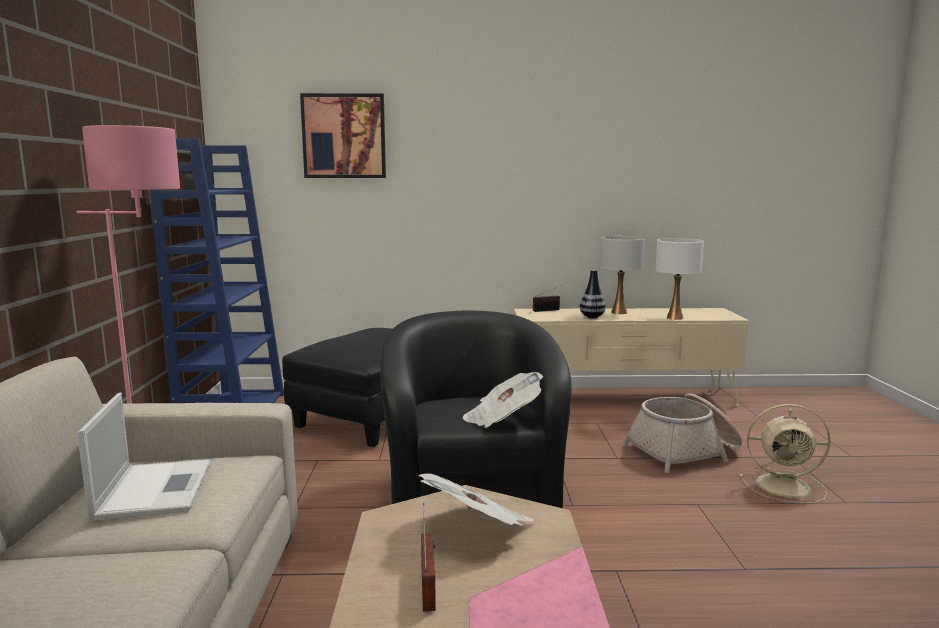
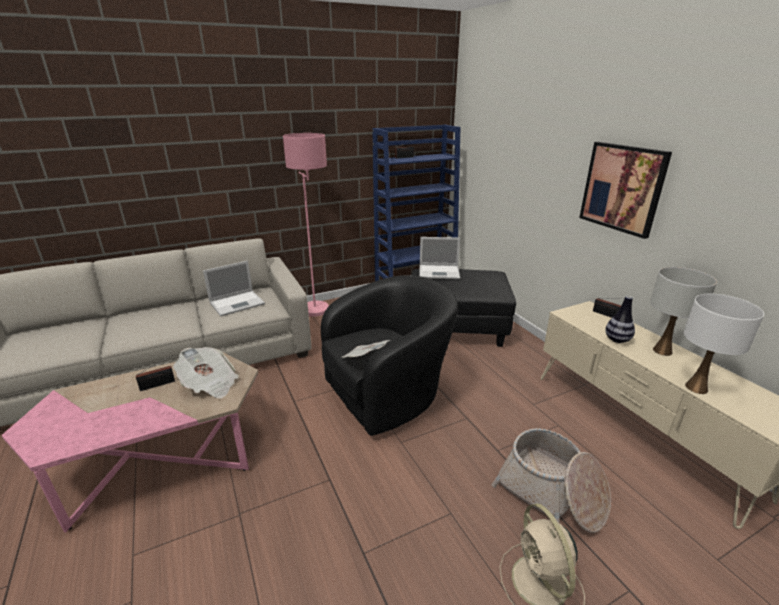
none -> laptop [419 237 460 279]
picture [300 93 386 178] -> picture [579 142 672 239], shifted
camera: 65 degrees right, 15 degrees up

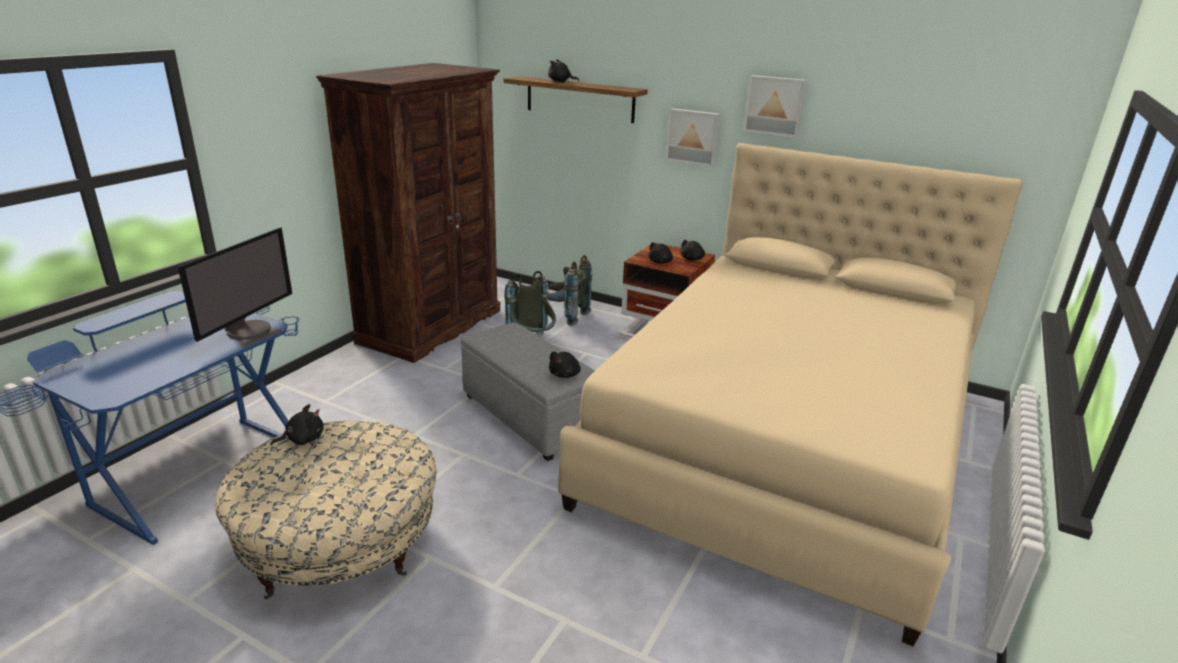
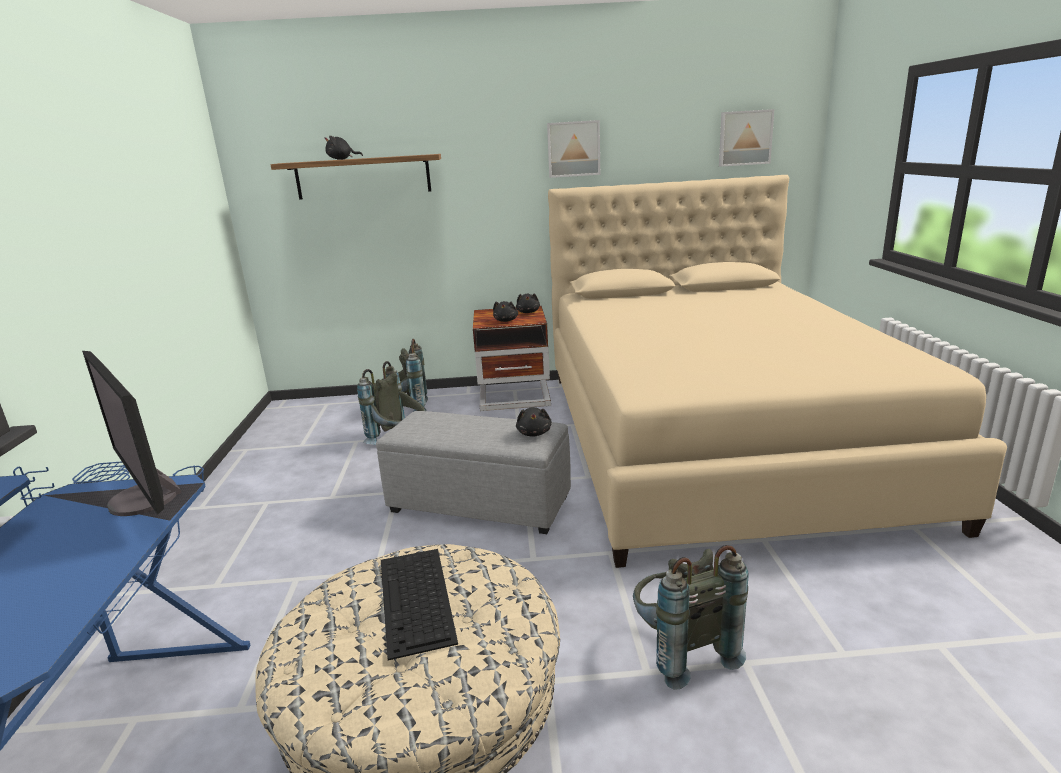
monitor [178 227 292 342] -> monitor [82 351 182 516], 150 degrees clockwise
none -> keyboard [381 549 458 660]
none -> grey backpack [633 545 749 690]
picture [666 108 720 167] -> picture [719 109 774 167], shifted
black plush toy [270 404 324 446] -> none
brown wardrobe [316 63 500 363] -> none
camera: 30 degrees left, 5 degrees down

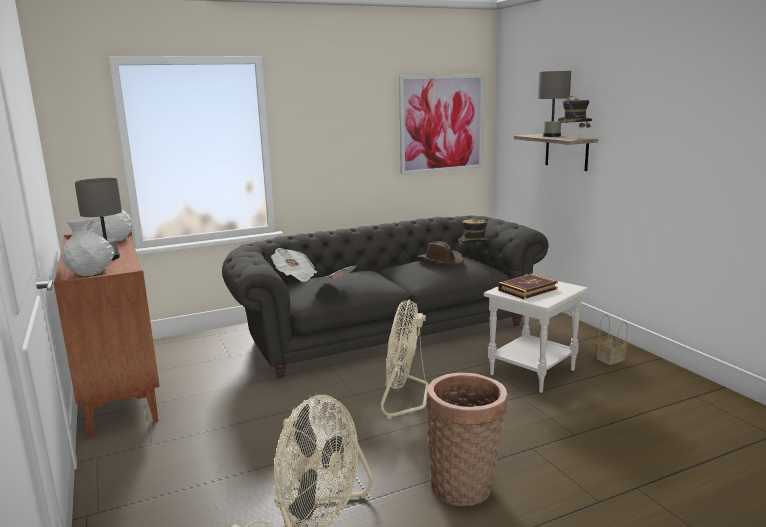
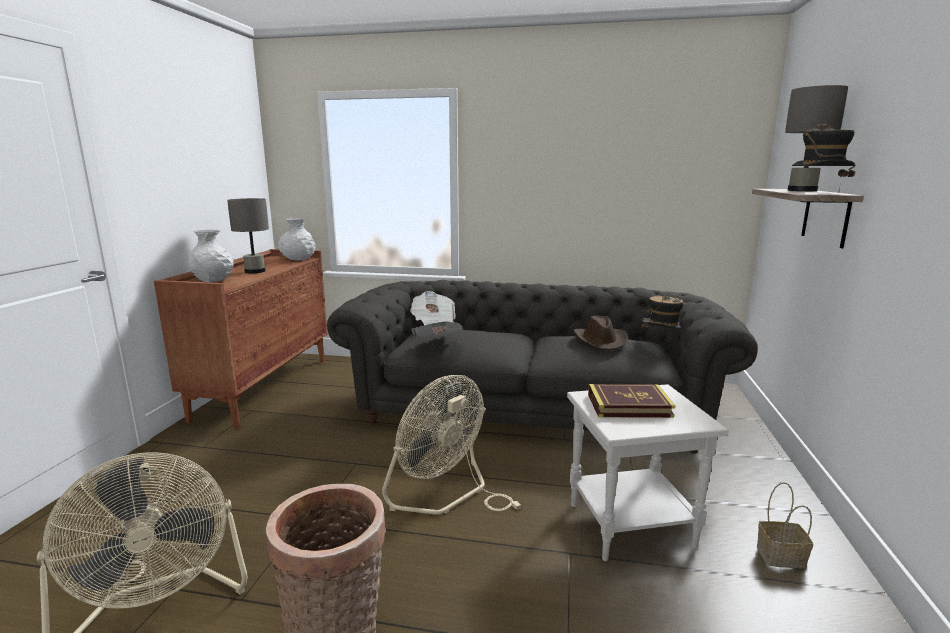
picture [399 74 484 175] -> none
camera: 35 degrees right, 0 degrees up

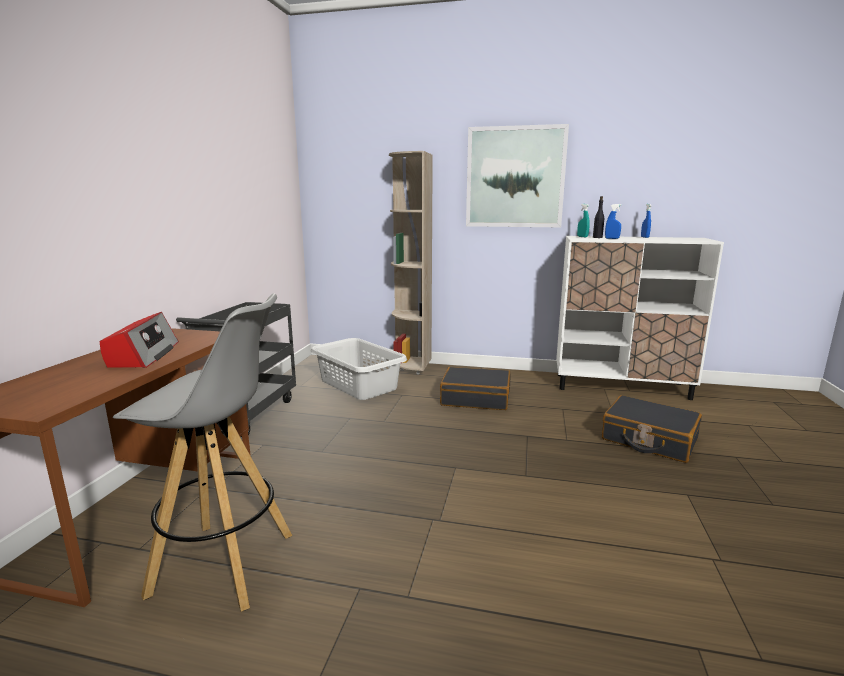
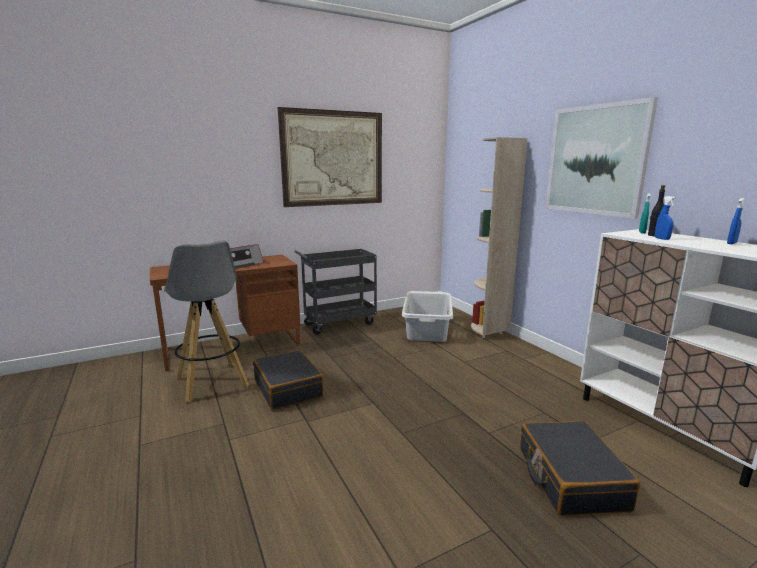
black suitcase [440 367 510 410] -> black suitcase [253 350 324 410], shifted
none -> picture [278 107 382 207]
camera: 50 degrees right, 0 degrees up

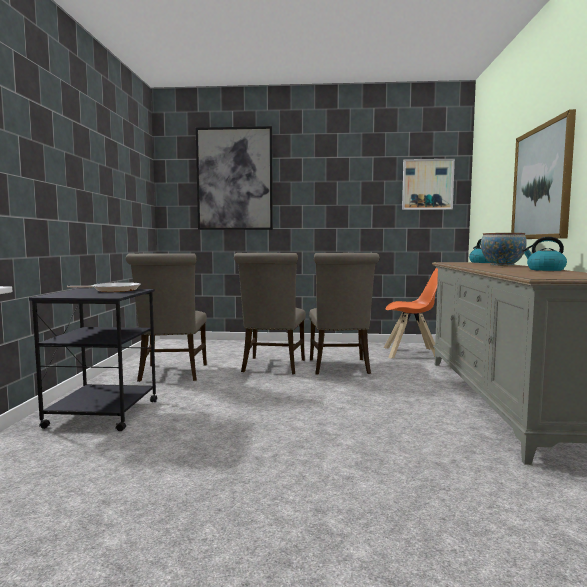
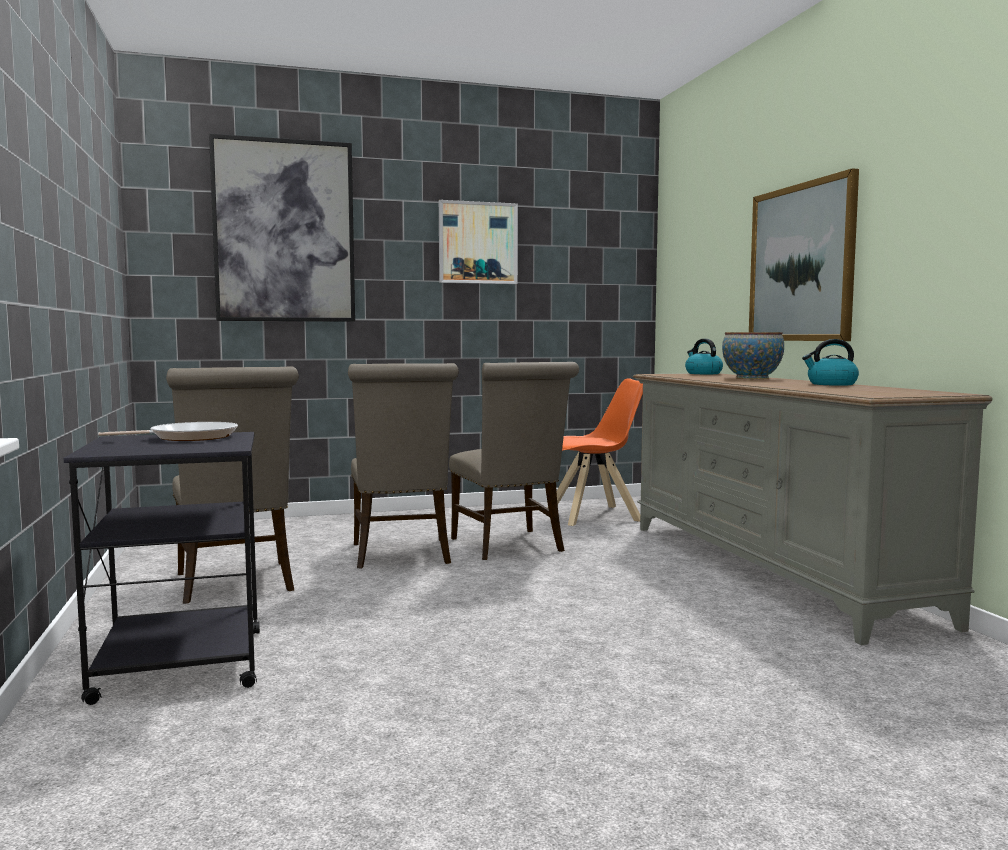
picture [402 159 455 210] -> picture [439 200 518 284], shifted
camera: 20 degrees left, 0 degrees up

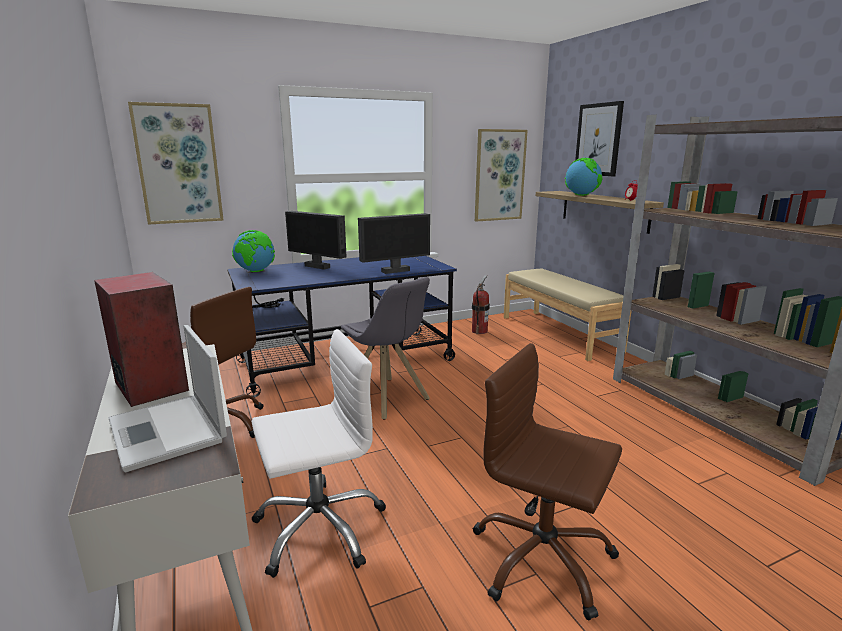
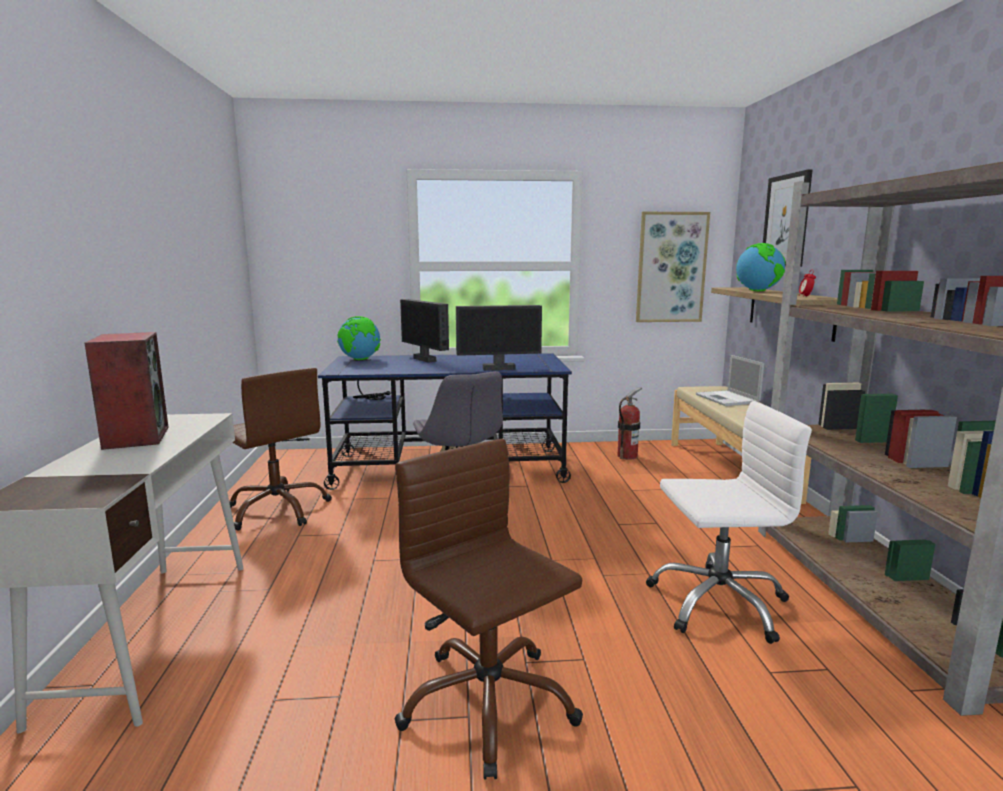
white office chair [252 329 386 578] -> white office chair [646 401 812 644], shifted
laptop [108 325 227 473] -> laptop [696 355 764 406], shifted
picture [128 102 224 225] -> none
camera: 20 degrees right, 5 degrees down

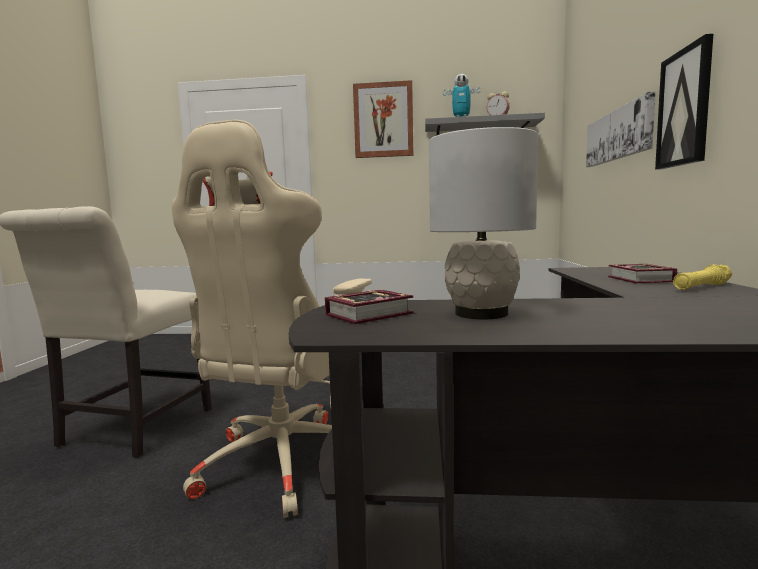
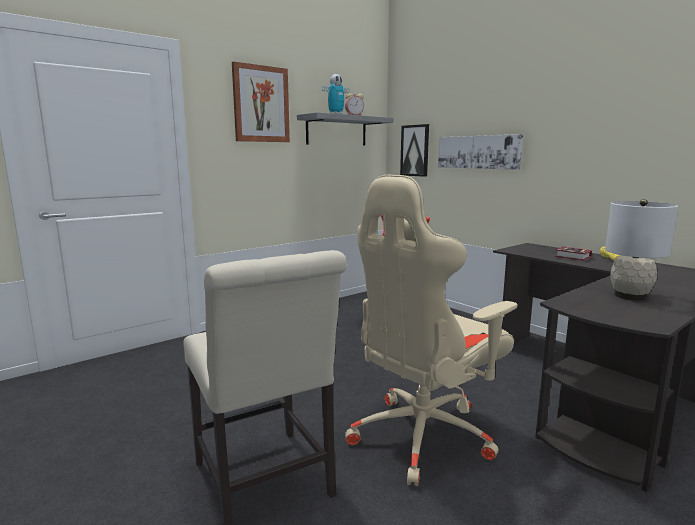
beige office chair [172 120 372 518] -> beige office chair [345 175 517 486], 75 degrees clockwise
picture [655 34 713 170] -> picture [400 124 429 177], shifted
book [325 290 414 324] -> none
camera: 45 degrees left, 5 degrees up

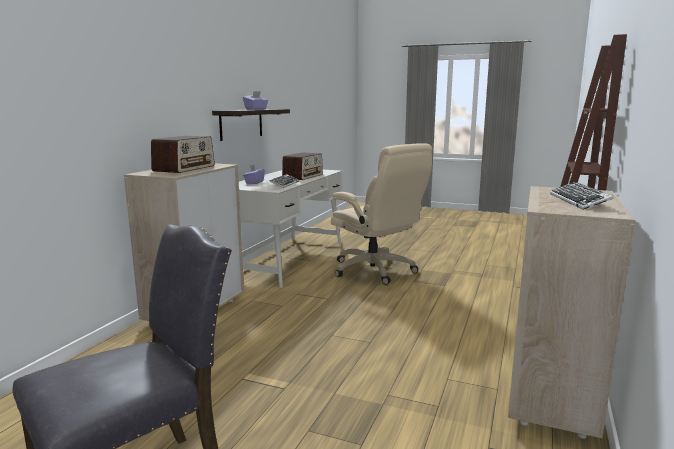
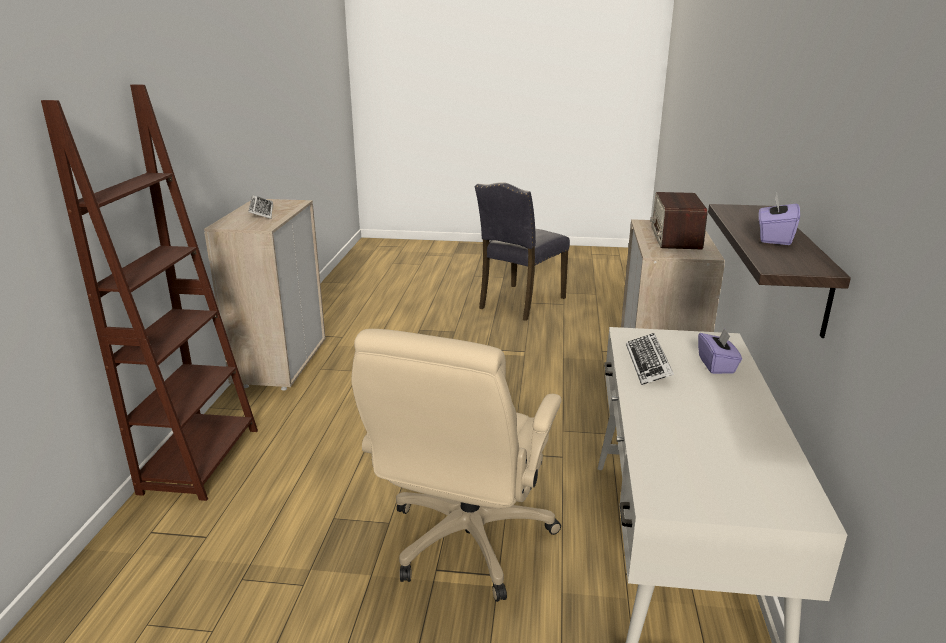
beige office chair [331 143 432 285] -> beige office chair [351 329 562 602], 105 degrees counterclockwise
radio [282 152 323 180] -> none
camera: 165 degrees right, 10 degrees up

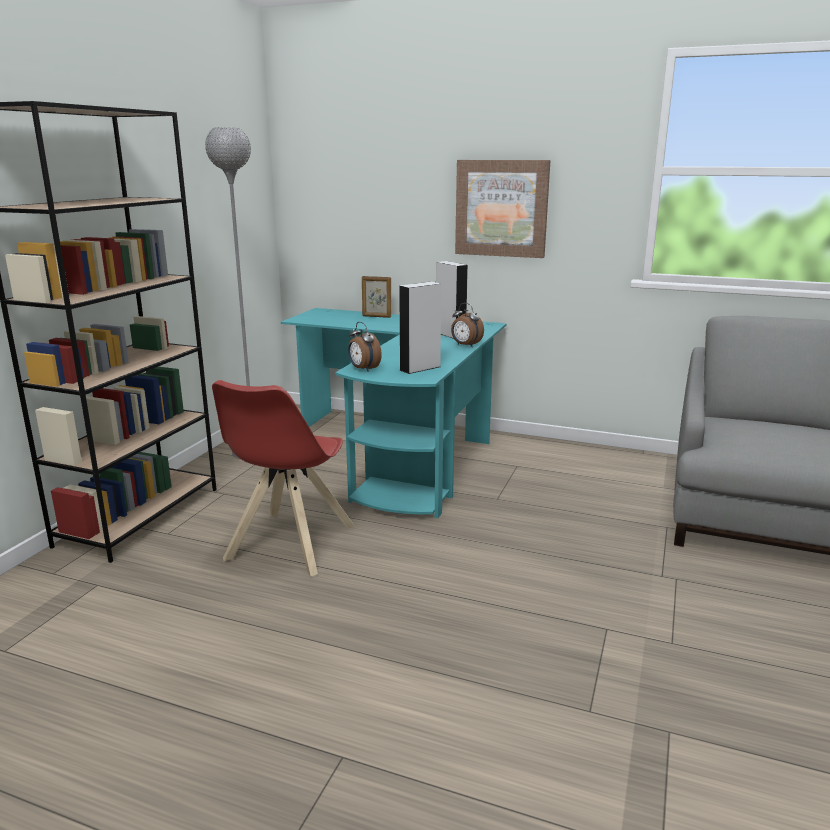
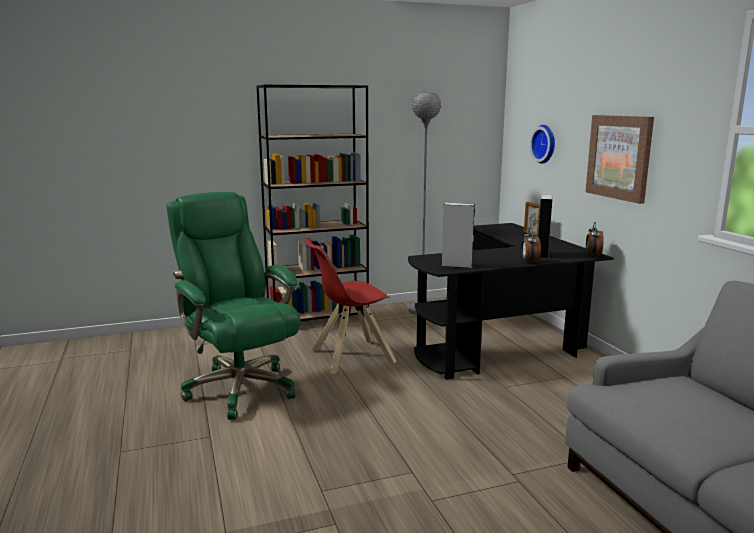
none -> green office chair [167 192 301 420]
turquoise desk [281 308 506 518] -> black desk [408 223 614 380]
none -> wall clock [530 125 555 164]
alarm clock [348 322 382 372] -> alarm clock [586 222 604 257], shifted
camera: 50 degrees right, 5 degrees down

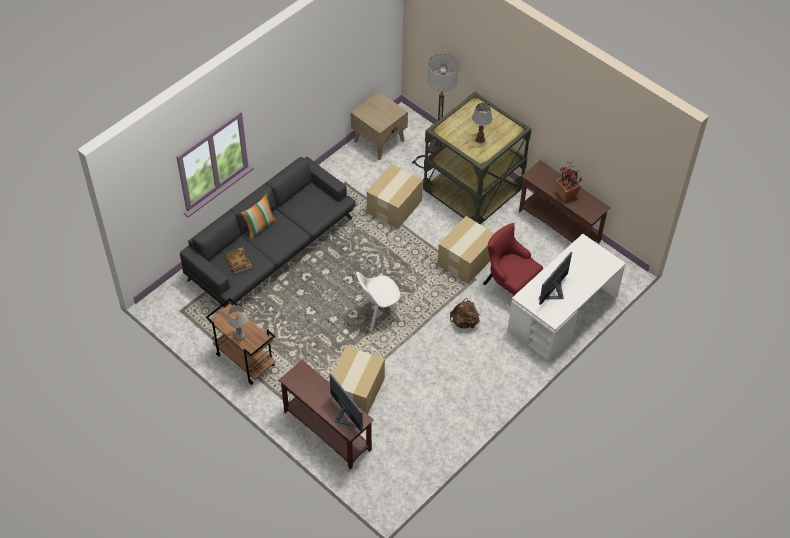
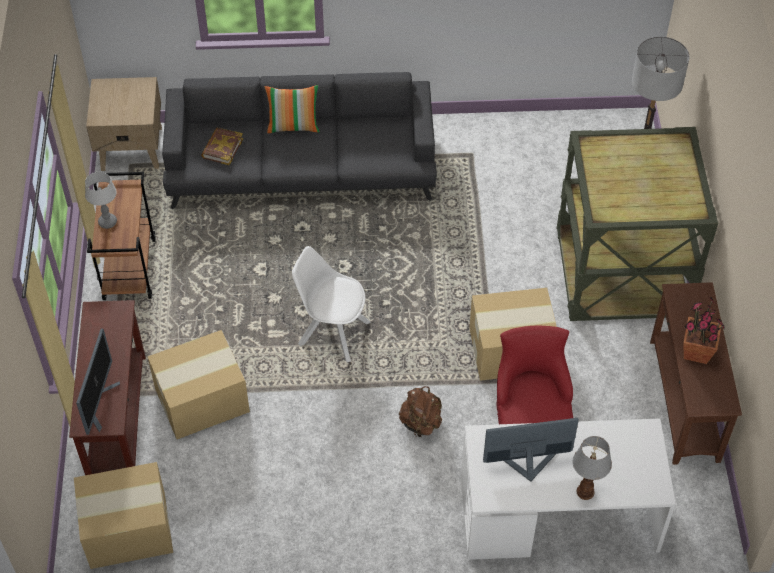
cardboard box [367 164 423 229] -> cardboard box [74 462 173 569], shifted
beige nightstand [351 92 408 160] -> beige nightstand [86 77 162 171], shifted
table lamp [472 103 492 143] -> table lamp [573 436 612 500], shifted
camera: 45 degrees right, 0 degrees up

